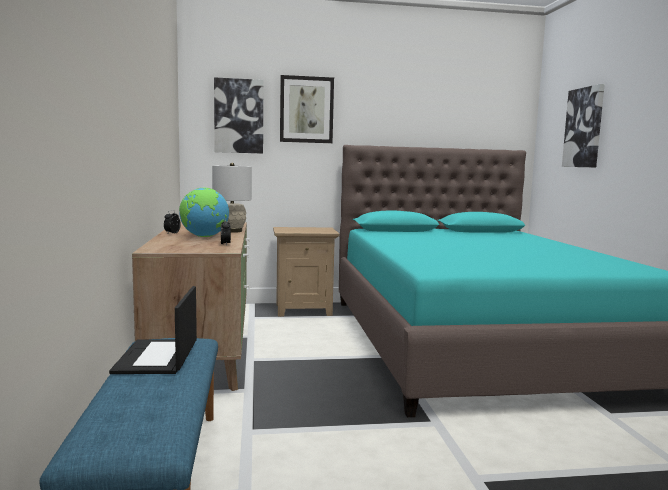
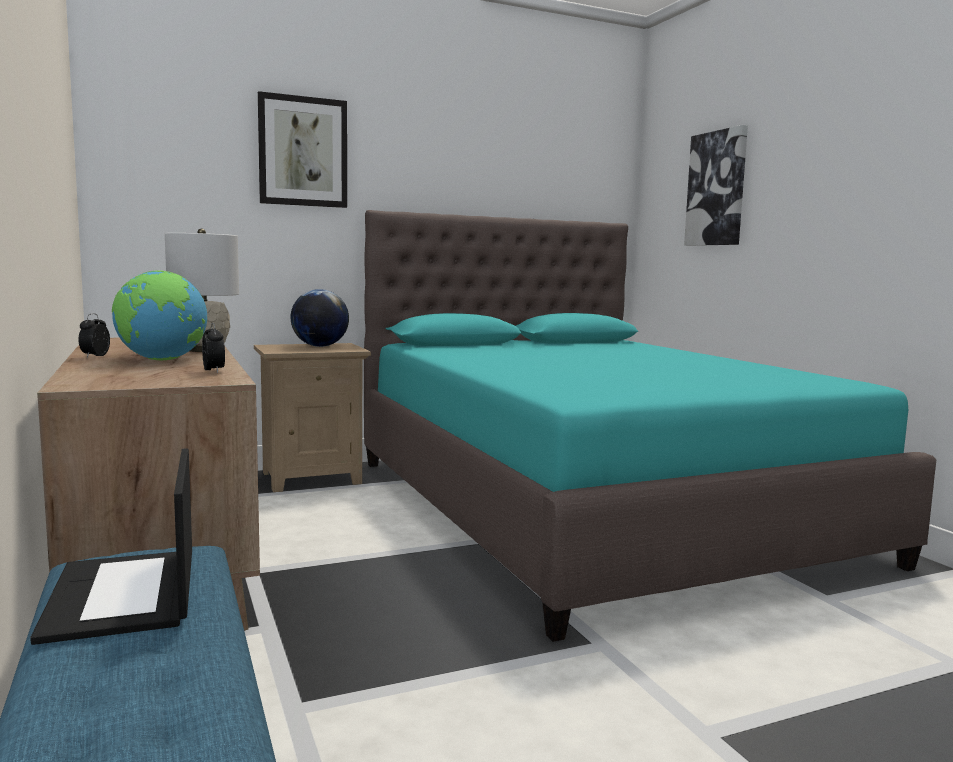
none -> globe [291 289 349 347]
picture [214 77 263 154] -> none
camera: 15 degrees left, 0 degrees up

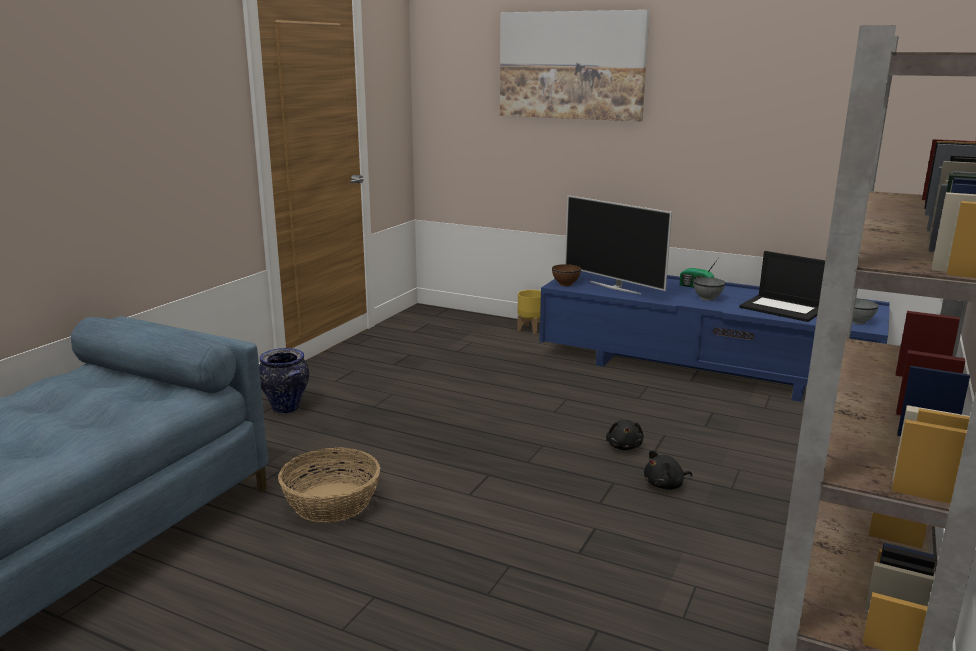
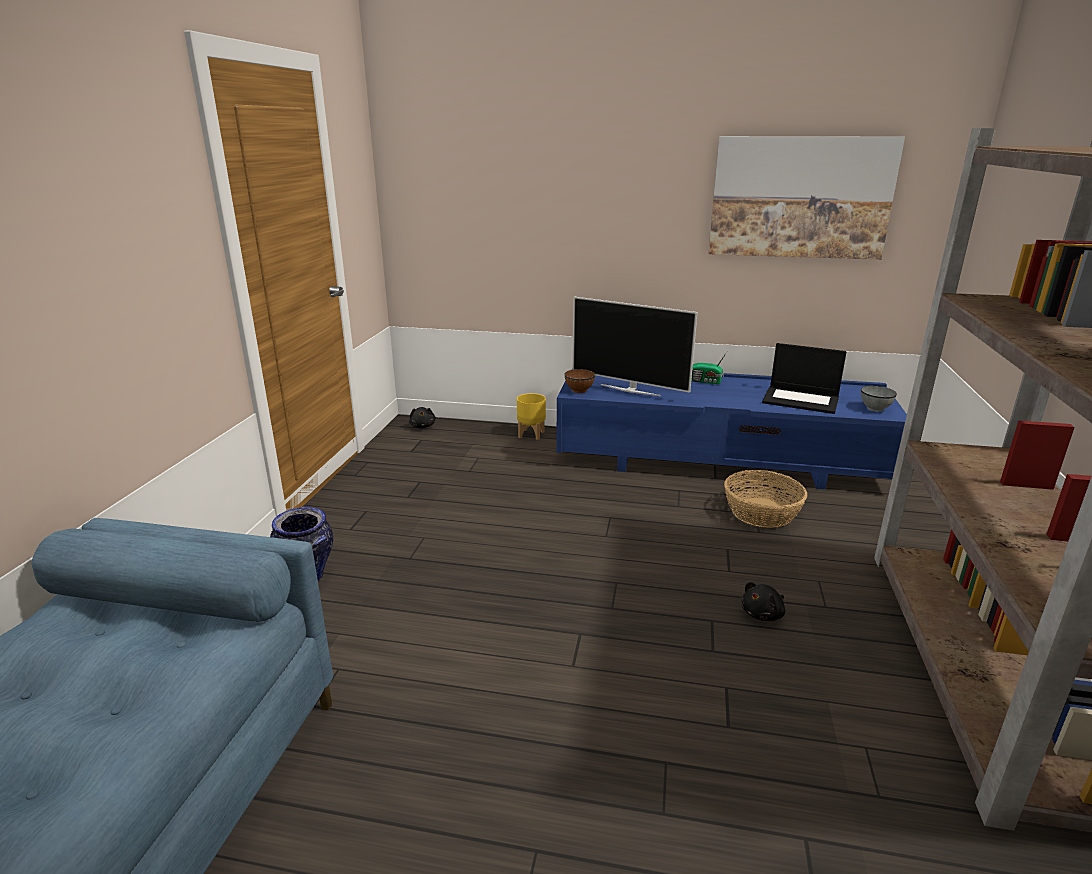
black plush toy [606 420 644 450] -> black plush toy [409 407 436 428], shifted
picture [500 10 650 121] -> picture [709 136 905 260], shifted
basket [278 447 380 523] -> basket [724 470 808 528], shifted
grey bowl [693 277 725 301] -> none
camera: 15 degrees left, 5 degrees up

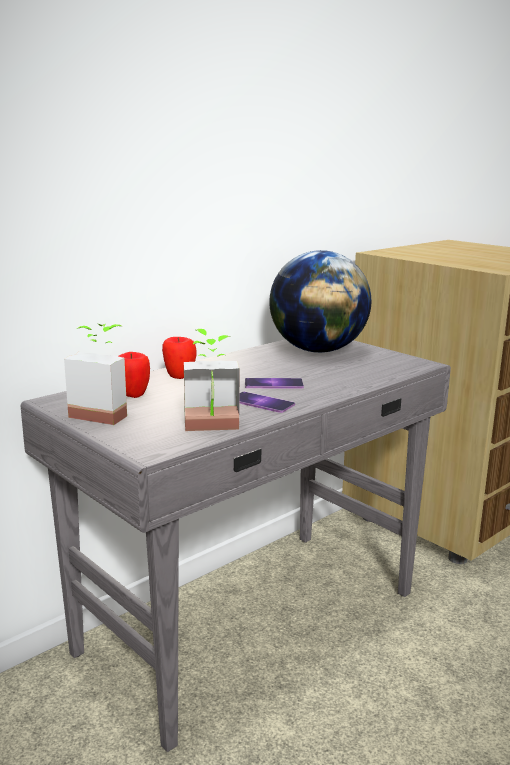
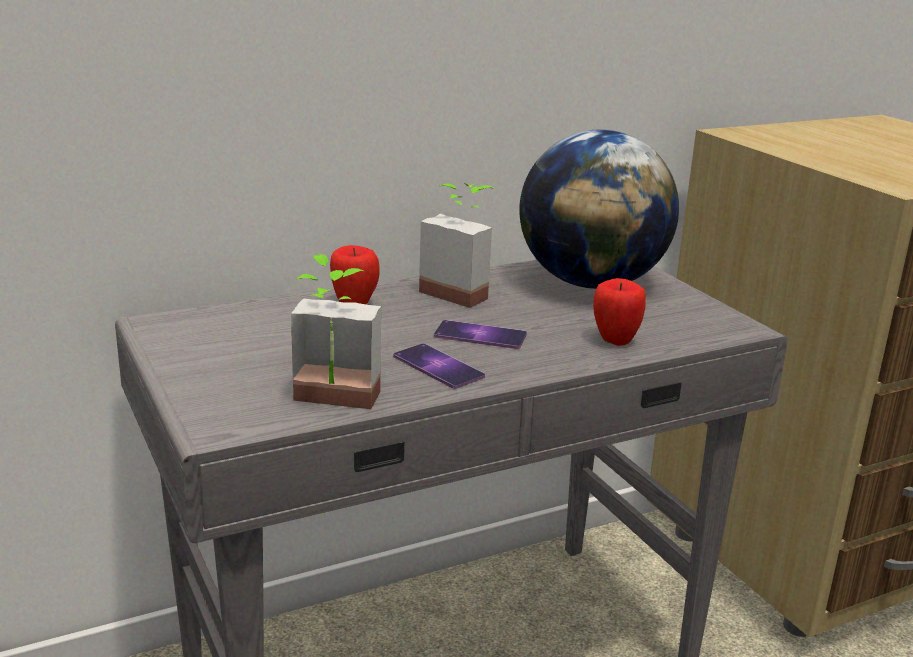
potted plant [64 324 127 425] -> potted plant [419 183 495 308], shifted
apple [118 352 150 398] -> apple [593 278 646 346], shifted
camera: 15 degrees right, 5 degrees up

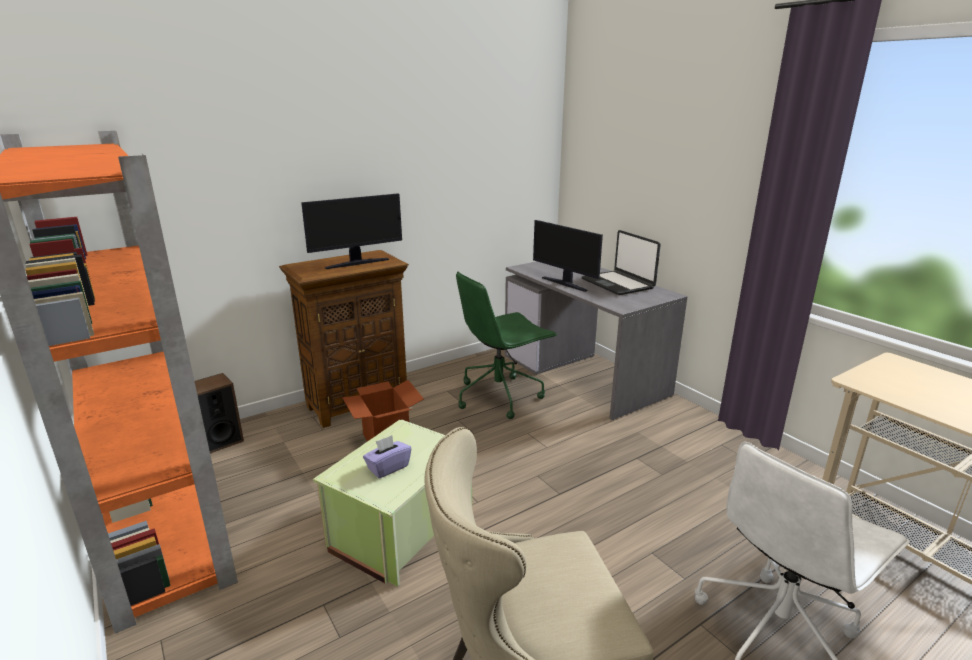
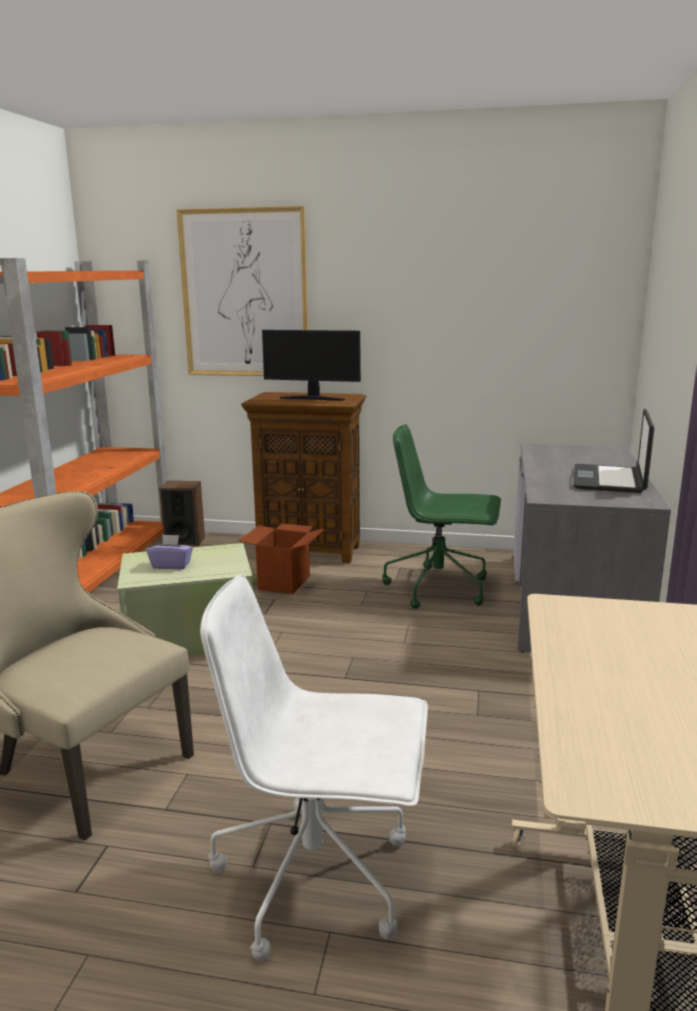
none -> picture [176 206 308 376]
monitor [533 220 603 292] -> none
camera: 45 degrees right, 5 degrees down

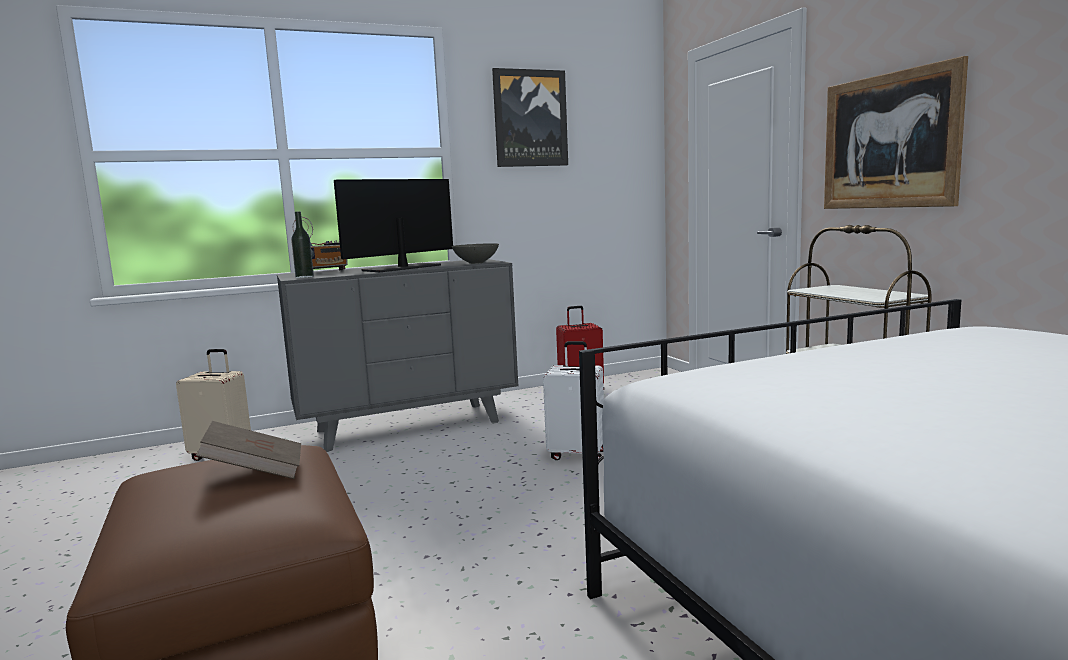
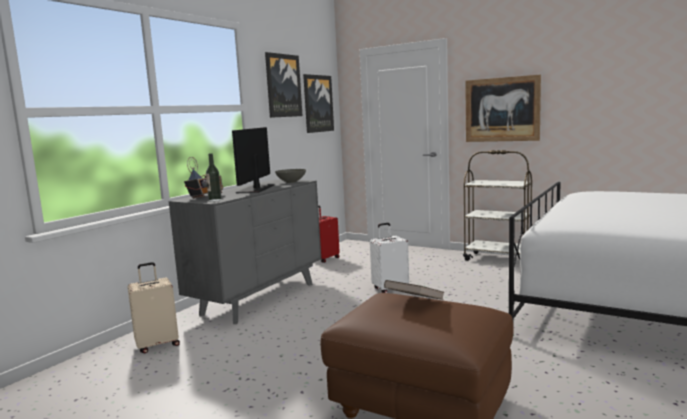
none -> picture [303 74 334 133]
camera: 35 degrees left, 0 degrees up

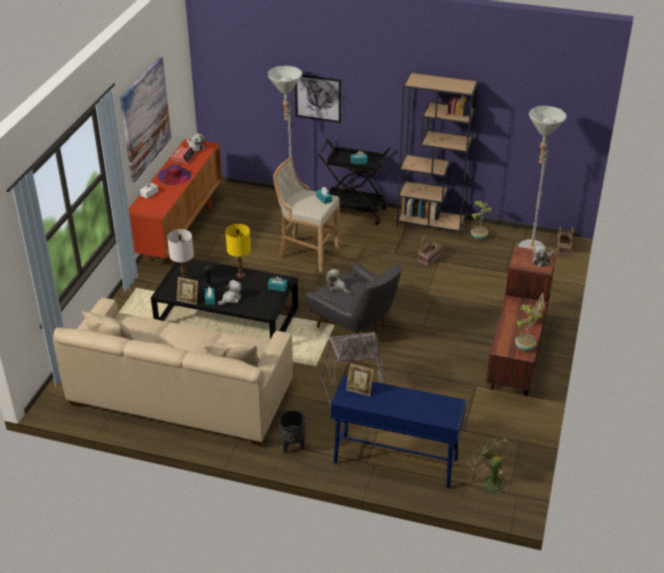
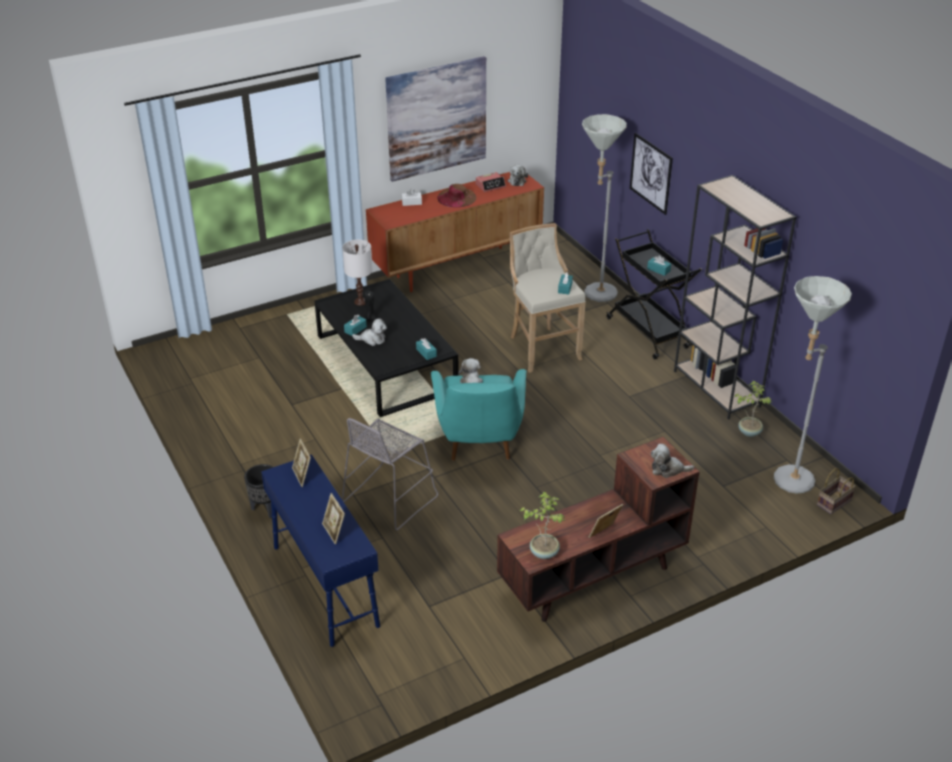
picture frame [177 277 198 305] -> picture frame [322 493 345 545], shifted
grey armchair [305 262 402 345] -> turquoise armchair [431 369 527 461]
purple hat [158 164 191 185] -> brown hat [437 184 476 207]
beige sofa [53 297 293 446] -> none
yellow table lamp [225 224 251 279] -> none
basket [418 235 441 266] -> none
green fan [468 435 511 497] -> none
camera: 45 degrees right, 0 degrees up

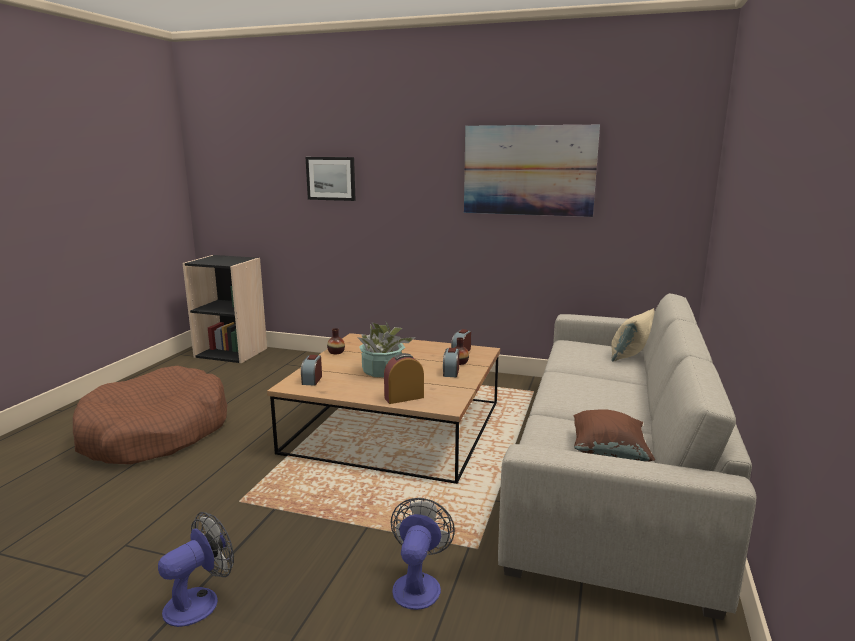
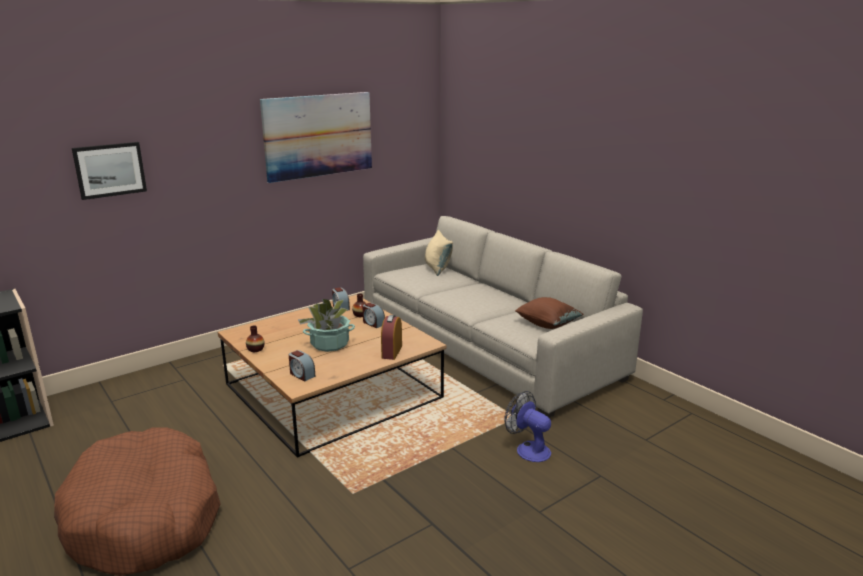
fan [158 512 234 627] -> none
camera: 55 degrees left, 5 degrees up

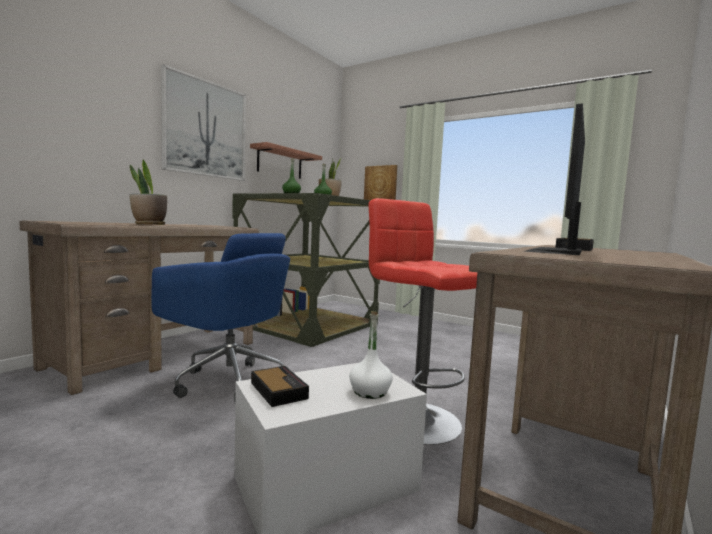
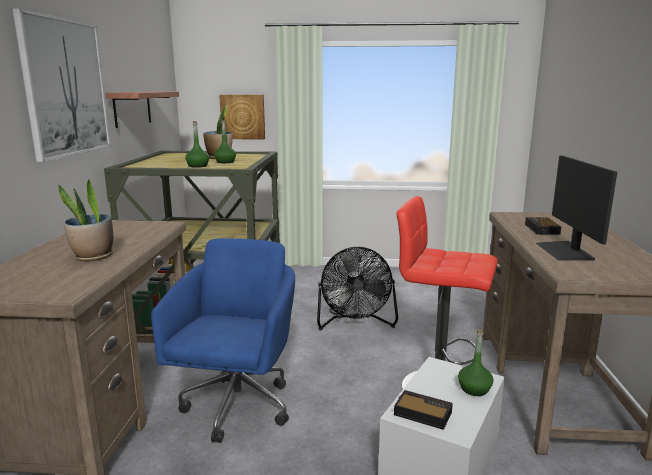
blue office chair [151 233 290 402] -> blue office chair [151 238 295 443], 75 degrees counterclockwise
none -> black fan [317 247 398 331]
white bottle [349 311 393 399] -> green bottle [458 330 494 396]
camera: 30 degrees left, 10 degrees up

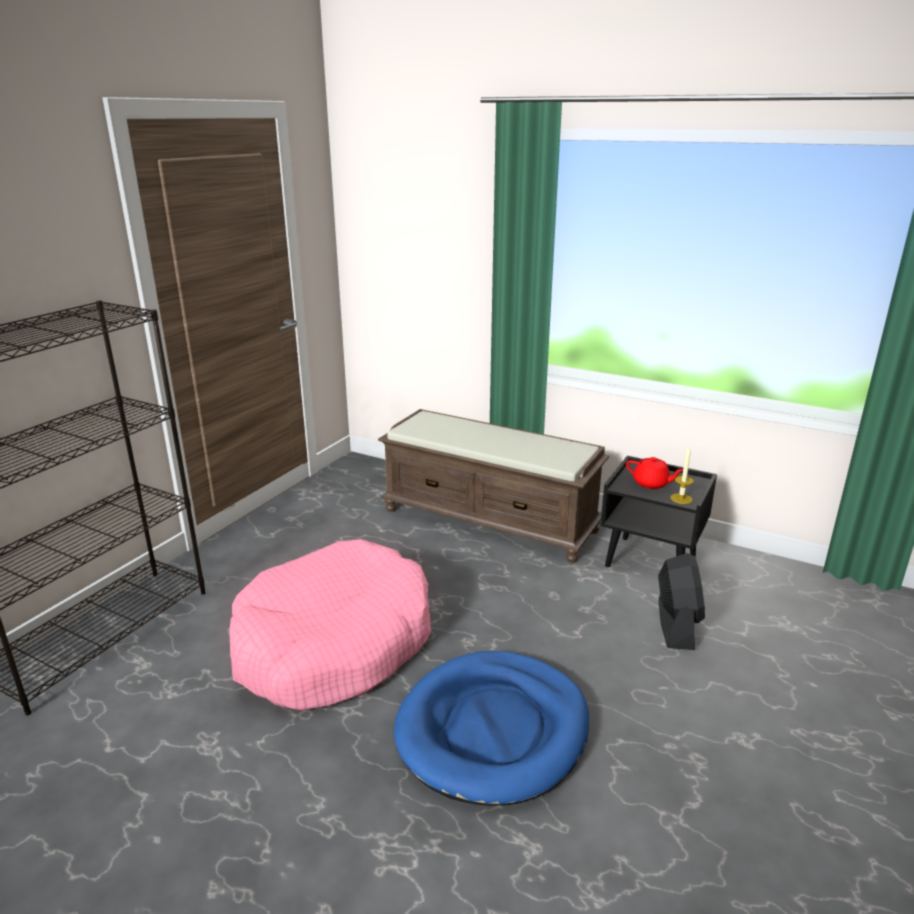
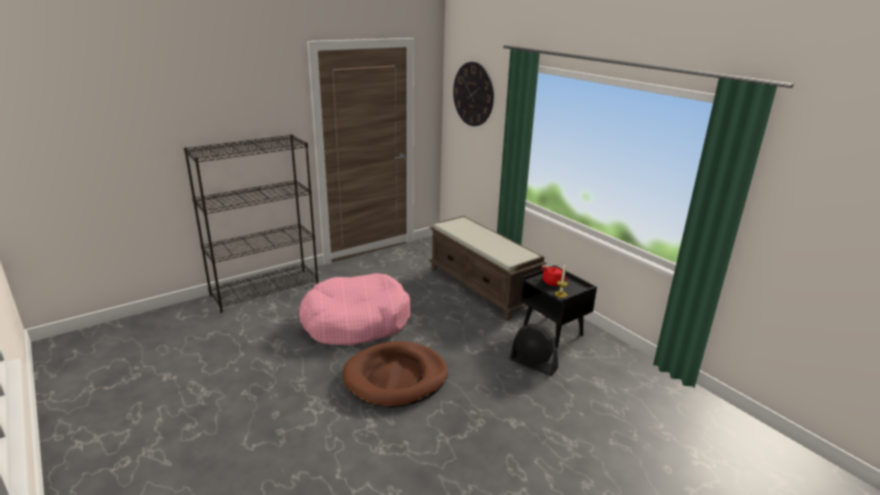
blue dog bed [394 651 589 806] -> brown dog bed [343 341 448 408]
none -> wall clock [453 62 494 126]
black fan [658 553 705 650] -> black fan [510 323 558 376], 90 degrees clockwise
camera: 25 degrees right, 0 degrees up

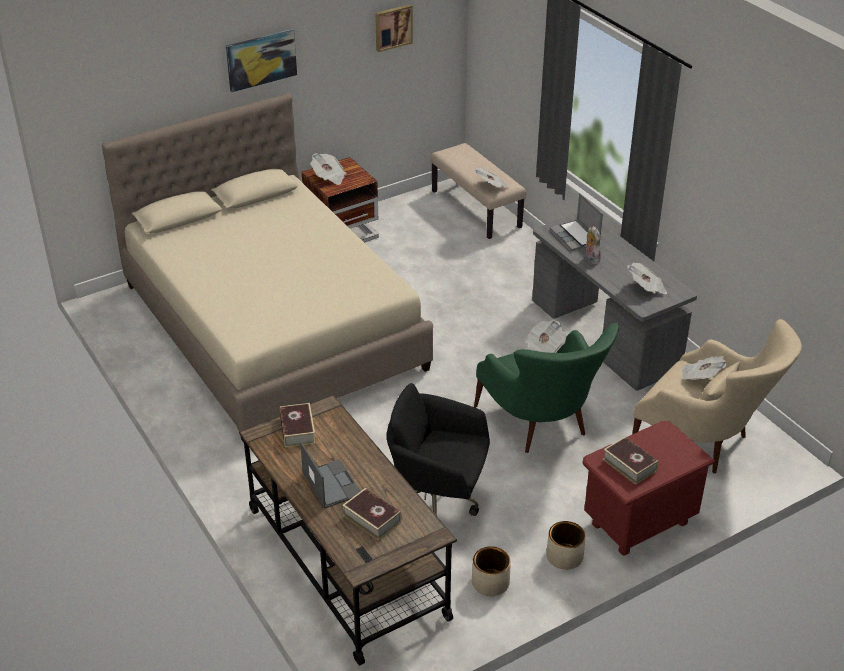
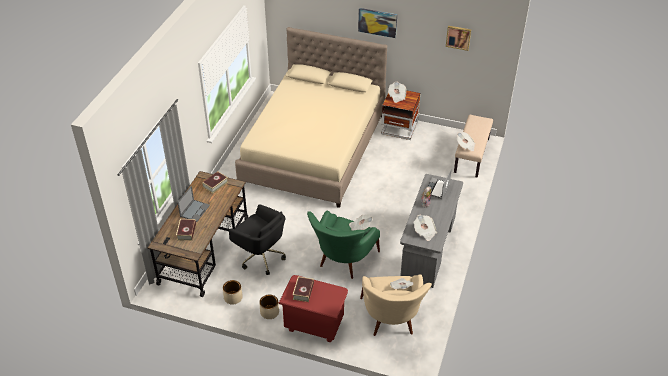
black office chair [387 383 490 516] -> black office chair [229 204 286 275], 150 degrees clockwise
camera: 50 degrees right, 5 degrees up

